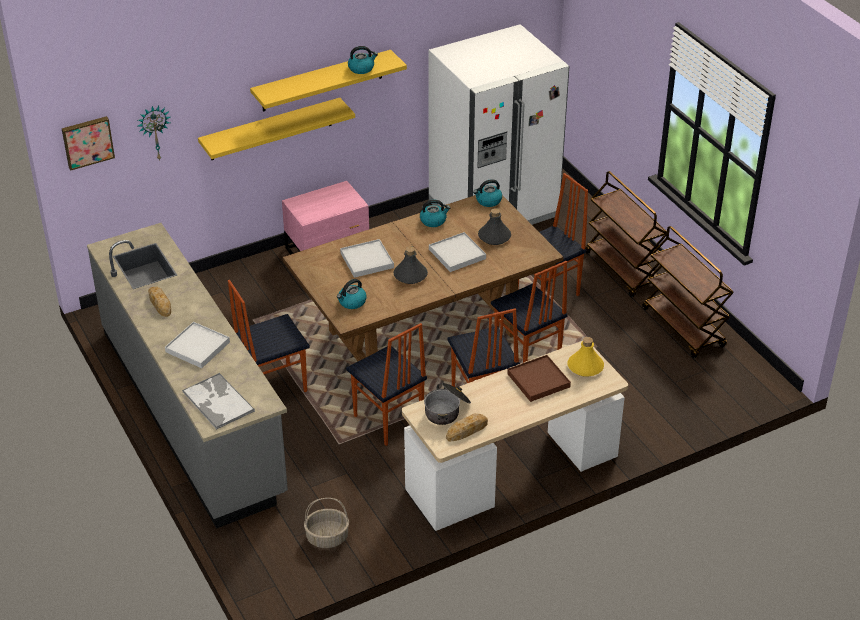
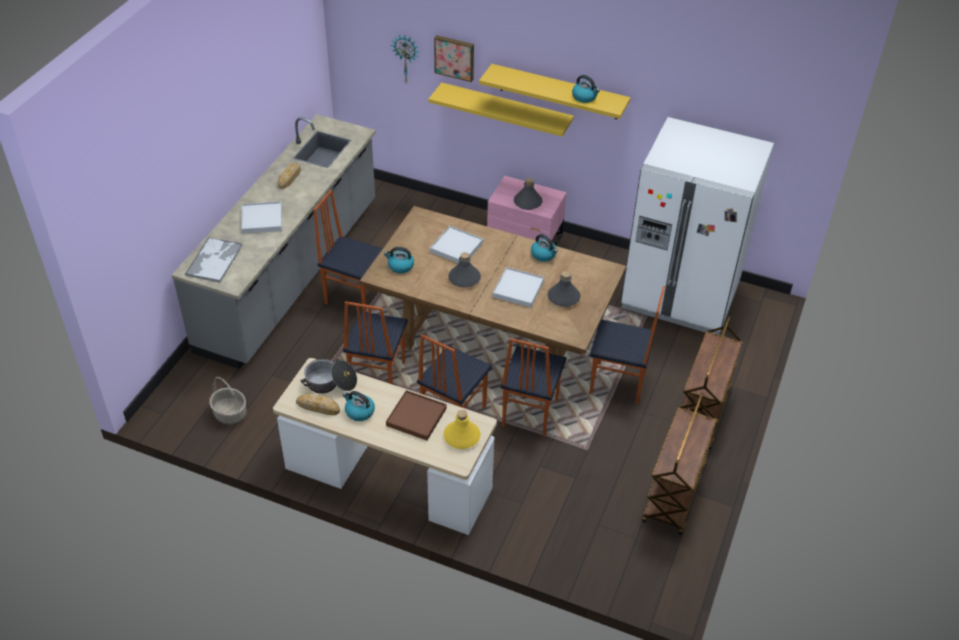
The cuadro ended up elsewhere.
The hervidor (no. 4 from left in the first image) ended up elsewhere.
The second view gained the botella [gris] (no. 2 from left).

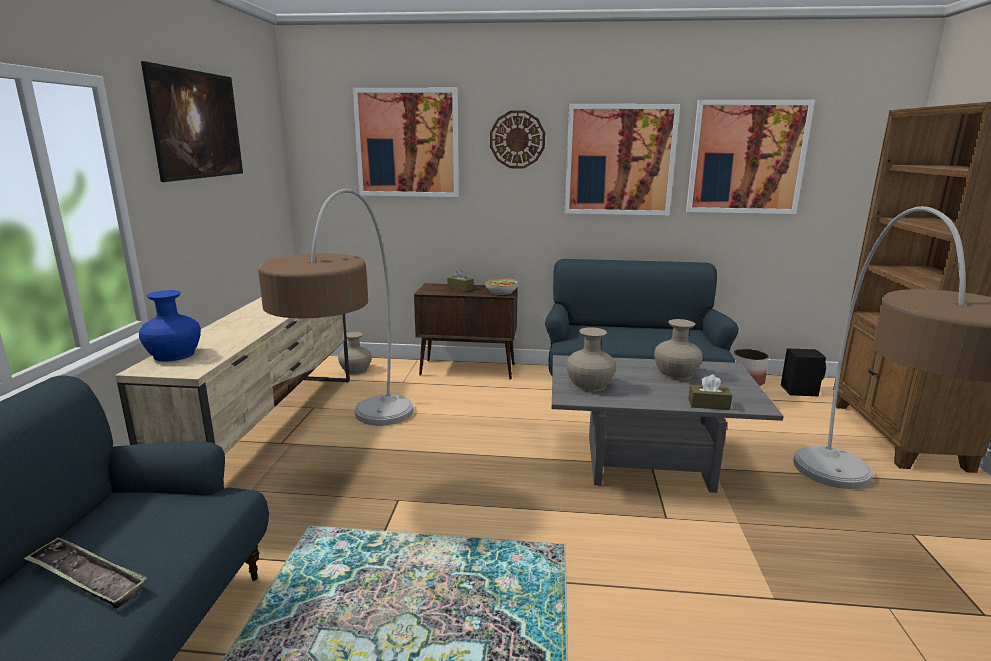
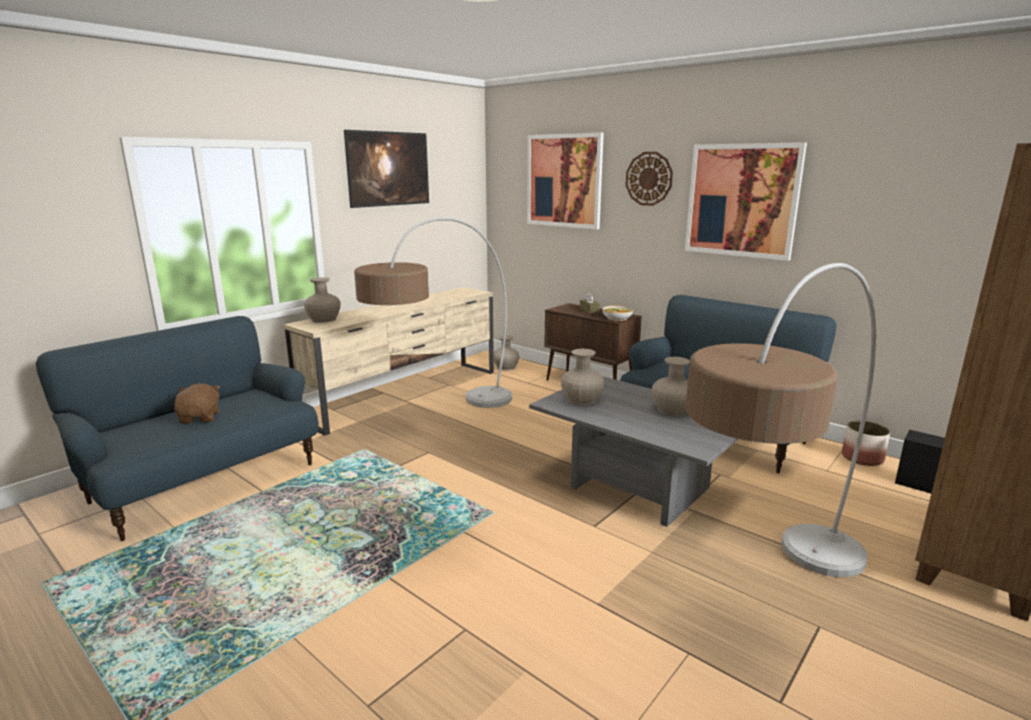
The second view lost the cuadro (no. 4 from left).
What was the florero [azul] turned into the florero [beis] (no. 1 from left).
The second view lost the caja de pañuelos [marrón] (no. 2 from left).
Where the bandeja stood, the peluche [marrón] came to stand.

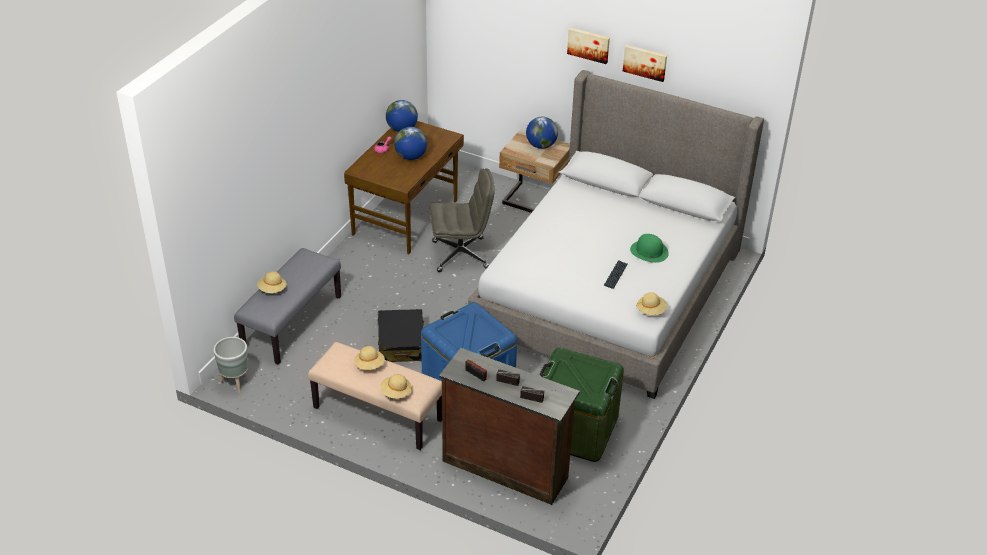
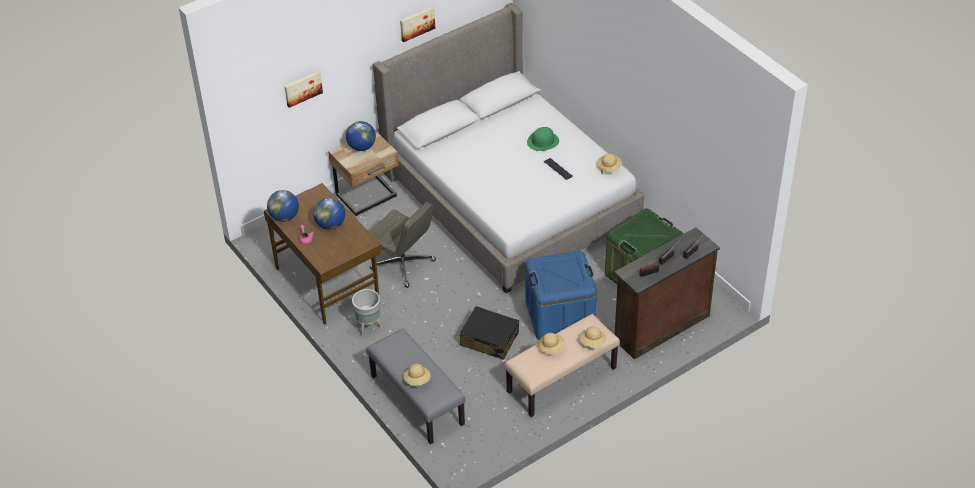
The cuadro (no. 1 from left) ended up elsewhere.
The silla de oficina [gris] ended up facing another way, 105 degrees clockwise from before.
The maceta [gris] ended up elsewhere.

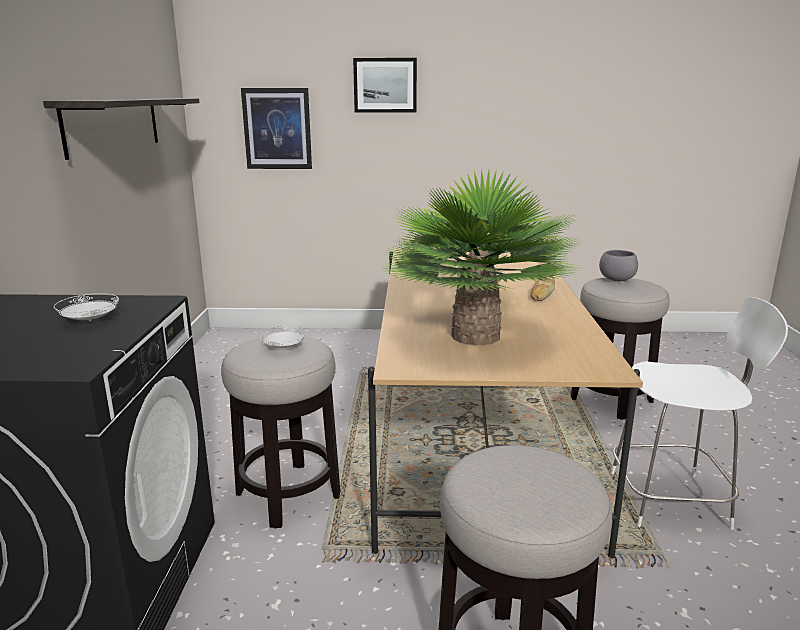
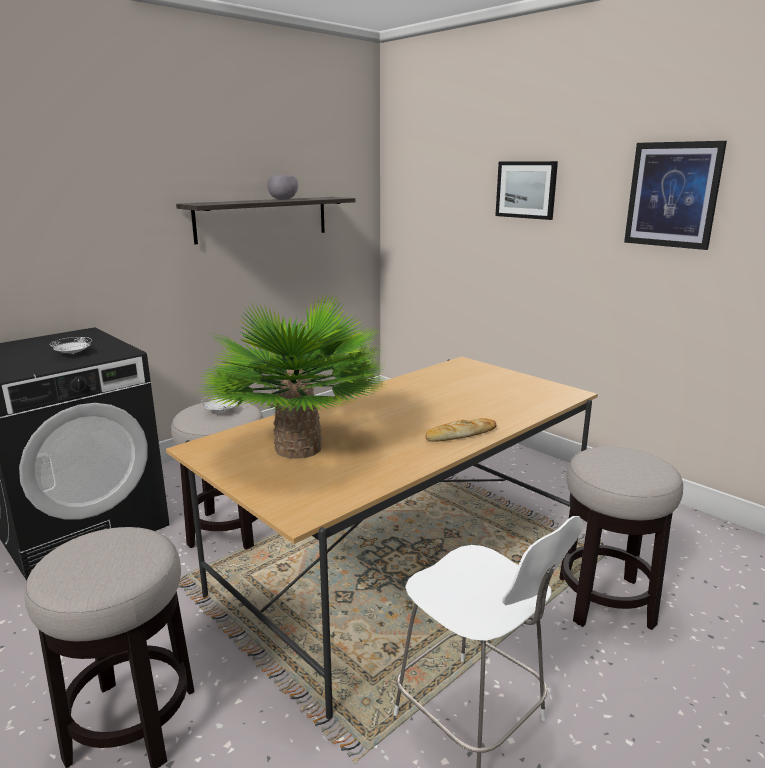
The cuadro (no. 1 from left in the first image) ended up elsewhere.
The cuenco [gris] ended up elsewhere.

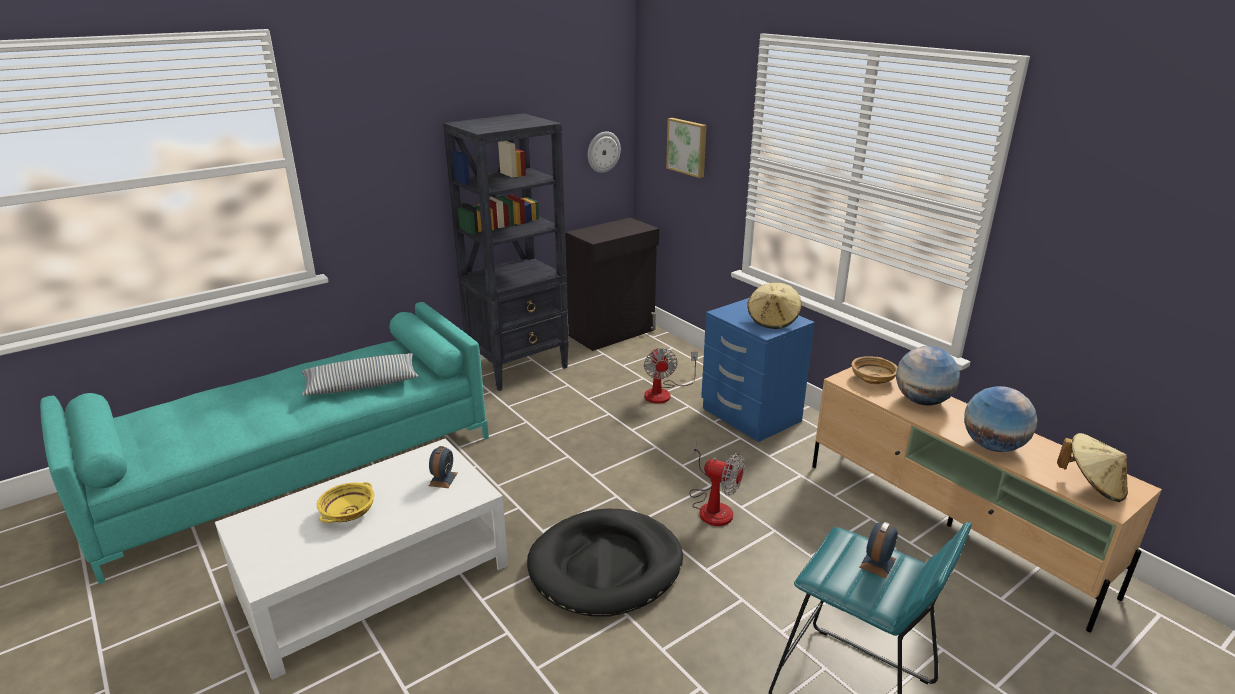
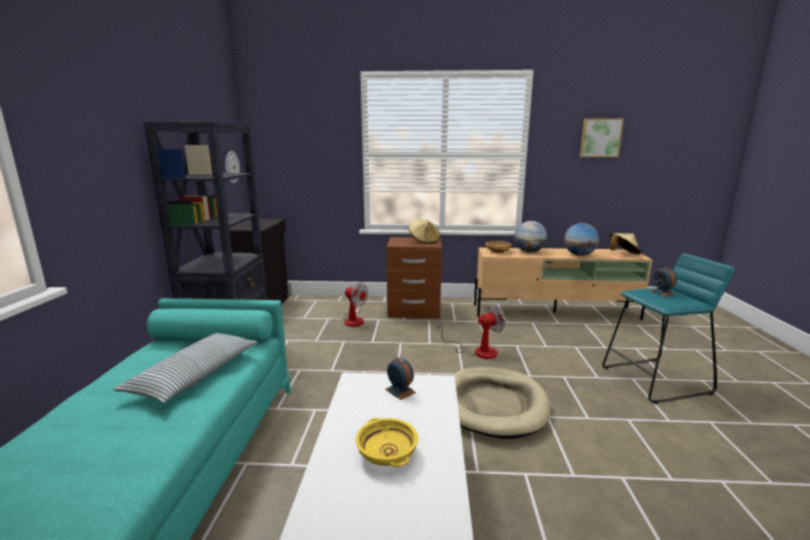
The cuadro ended up elsewhere.
What was the mesita de noche [azul] turned into the mesita de noche [marrón].
What was the cama para perro [negro] turned into the cama para perro [beis].

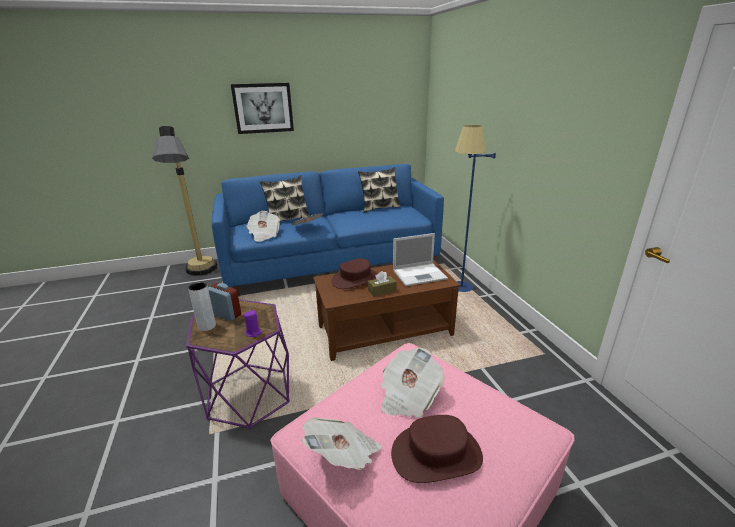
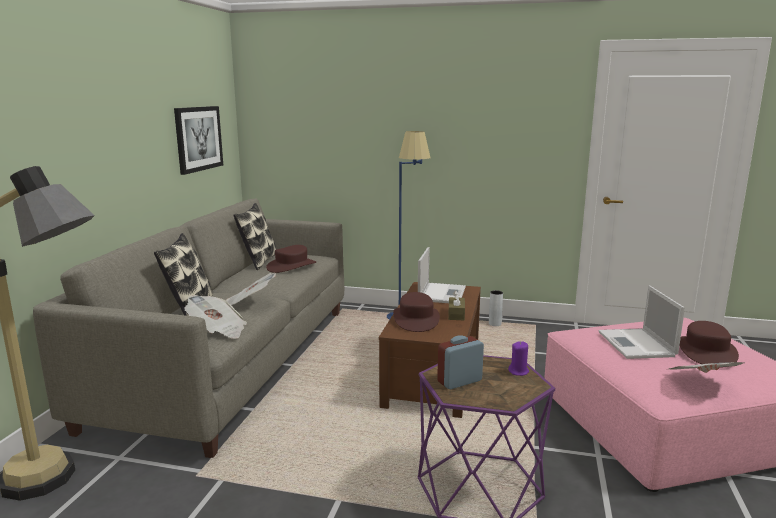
The cuadro ended up elsewhere.
What was the sofá [azul] turned into the sofá [gris].
The florero [gris] ended up elsewhere.
Where the periódico (no. 4 from left) stood, the portátil (no. 2 from left) came to stand.
The second view gained the sombrero [marrón] (no. 1 from left).

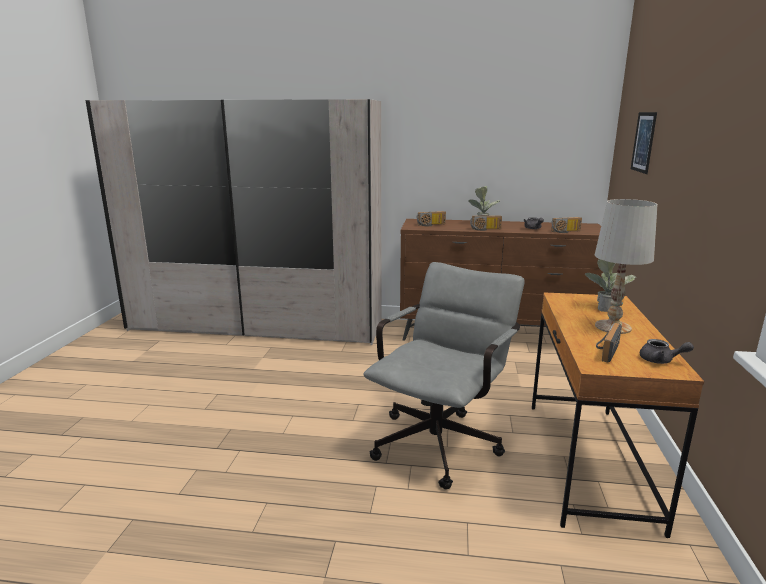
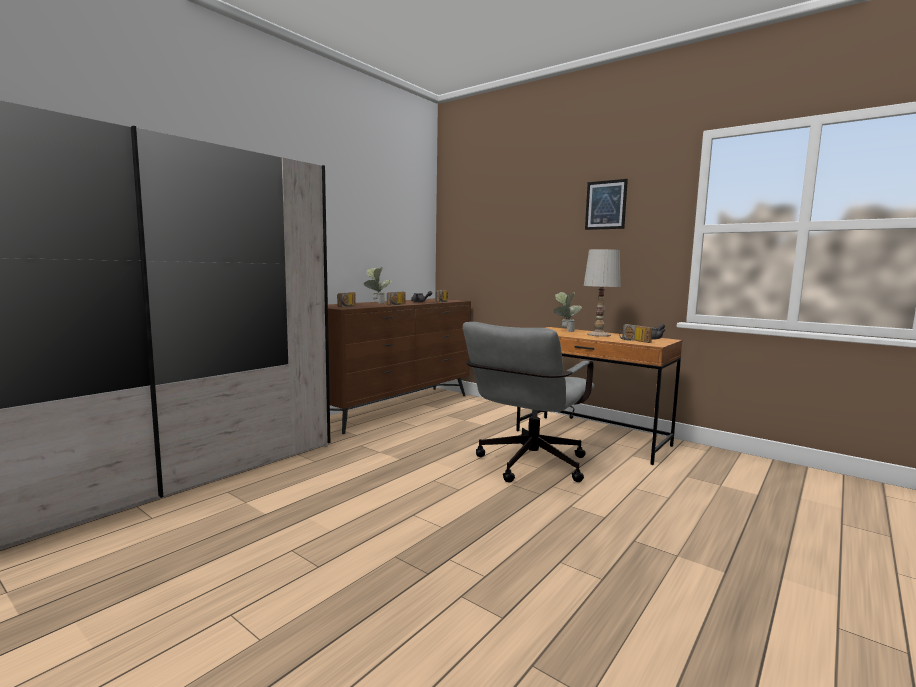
The cuadro ended up elsewhere.
The silla de oficina [gris] ended up facing another way, 120 degrees counterclockwise from before.

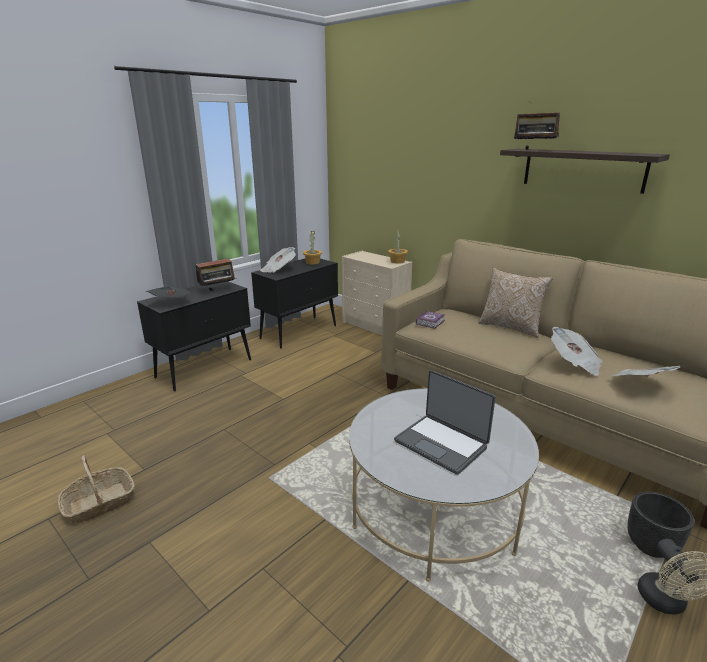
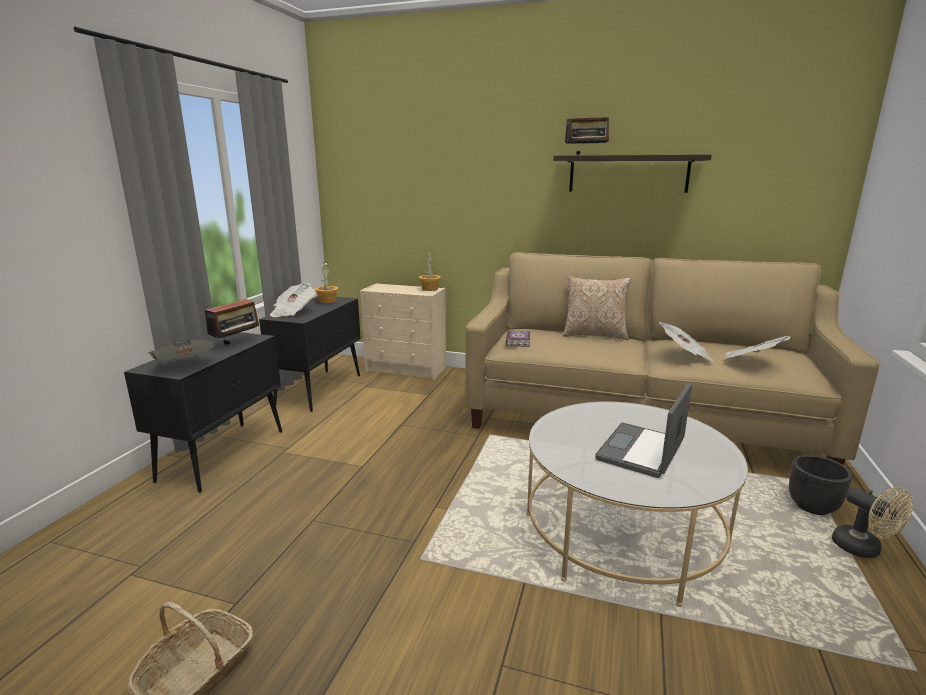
The portátil ended up facing another way, 105 degrees clockwise from before.

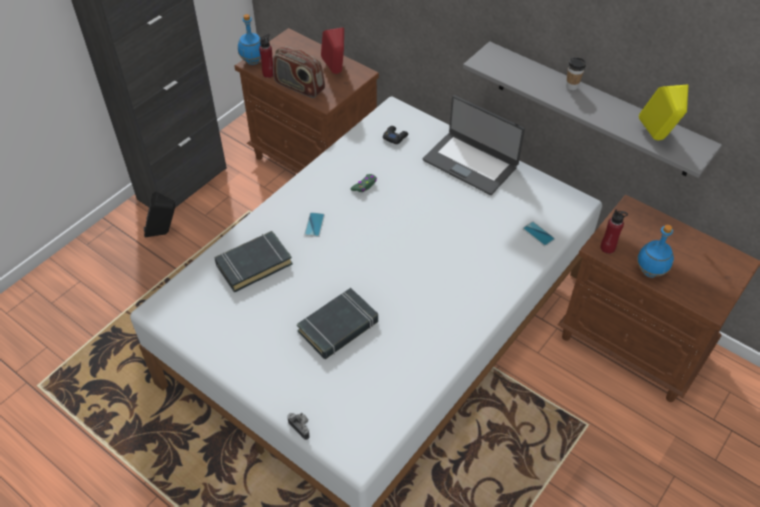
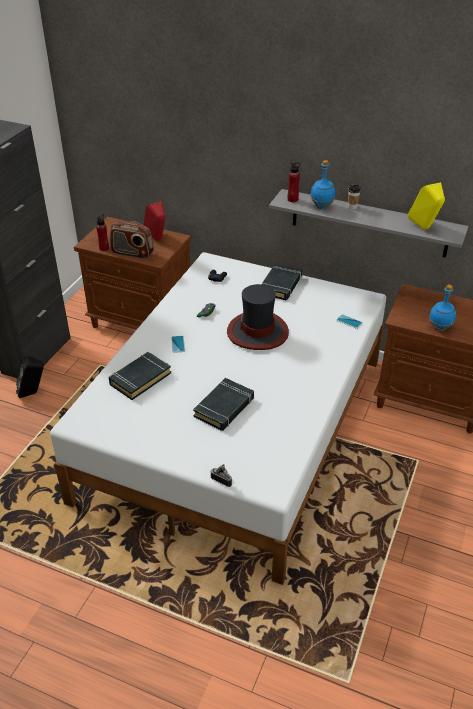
The botella [azul] (no. 1 from left) ended up elsewhere.
Where the portátil stood, the libro [negro] (no. 3 from left) came to stand.
The botella [rojo] (no. 2 from left) ended up elsewhere.
The second view gained the sombrero.

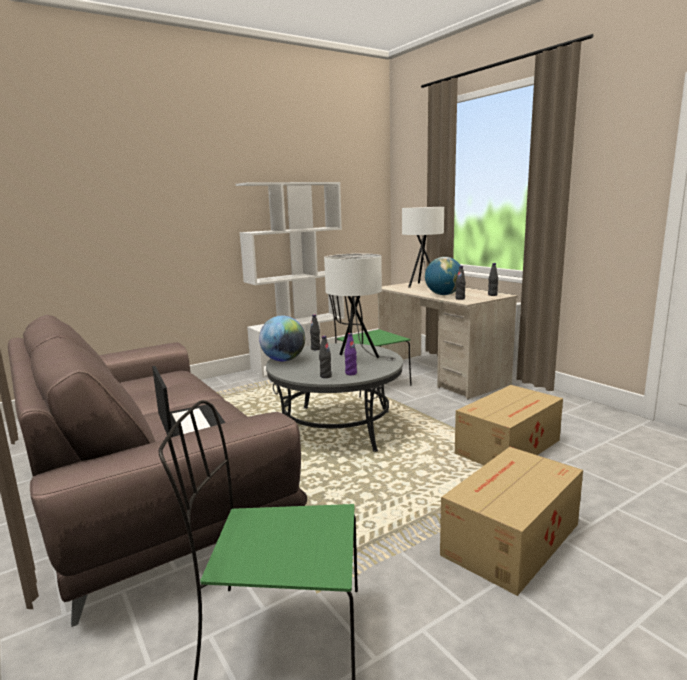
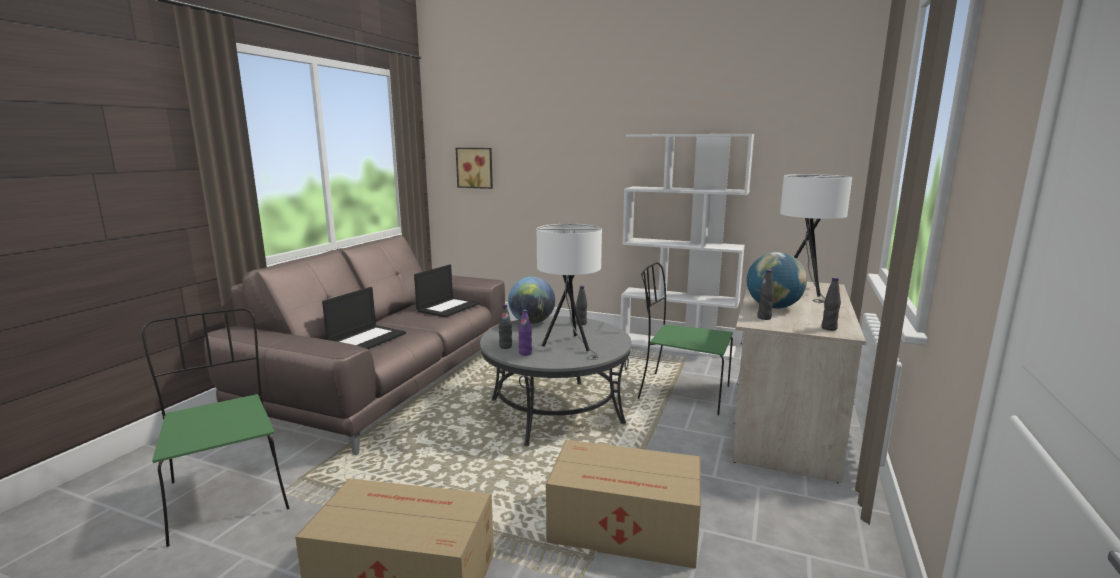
The second view gained the cuadro.
The second view gained the portátil (no. 2 from left).

